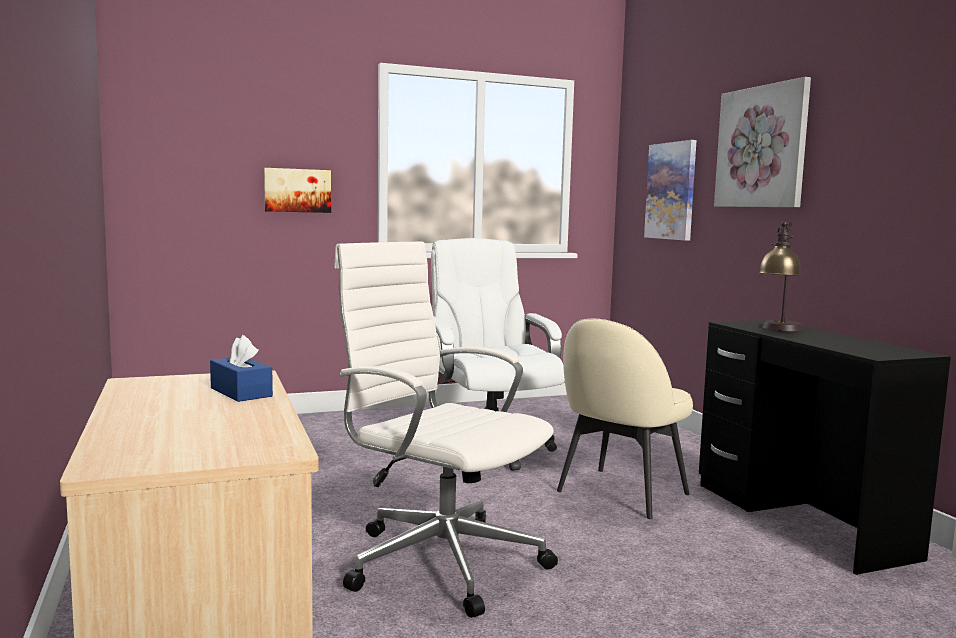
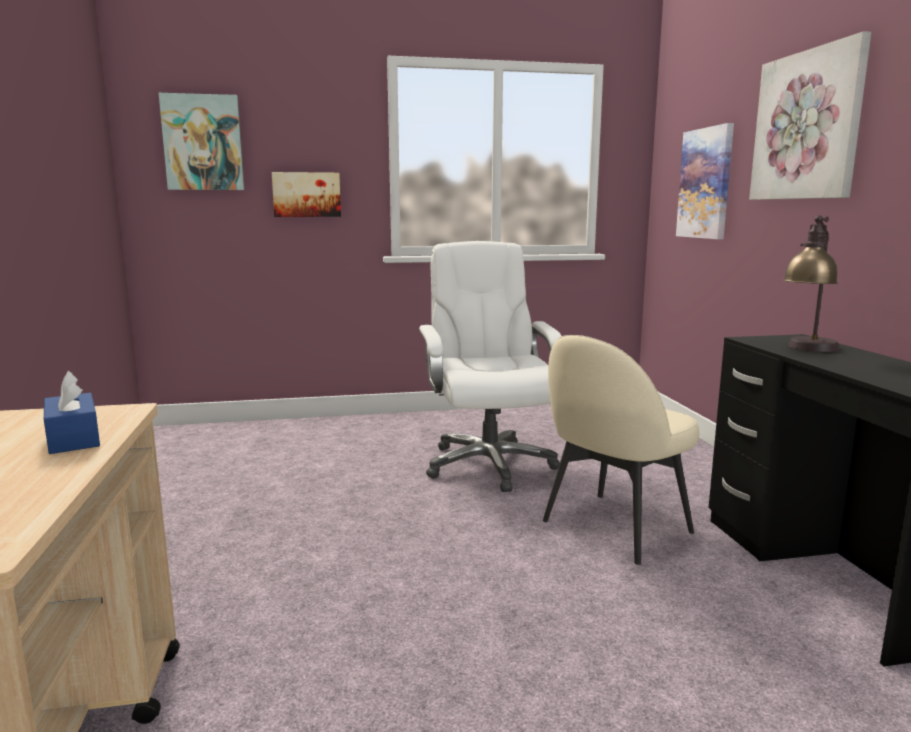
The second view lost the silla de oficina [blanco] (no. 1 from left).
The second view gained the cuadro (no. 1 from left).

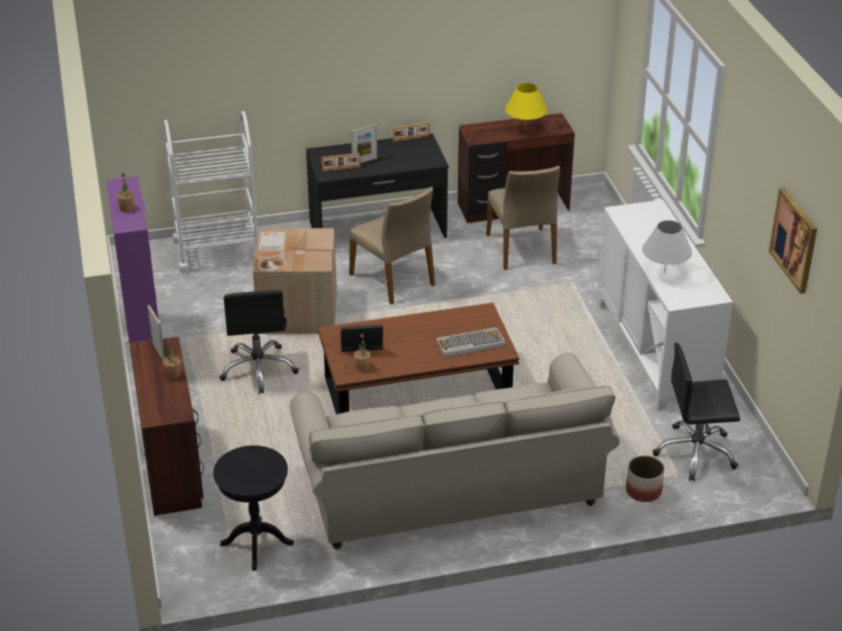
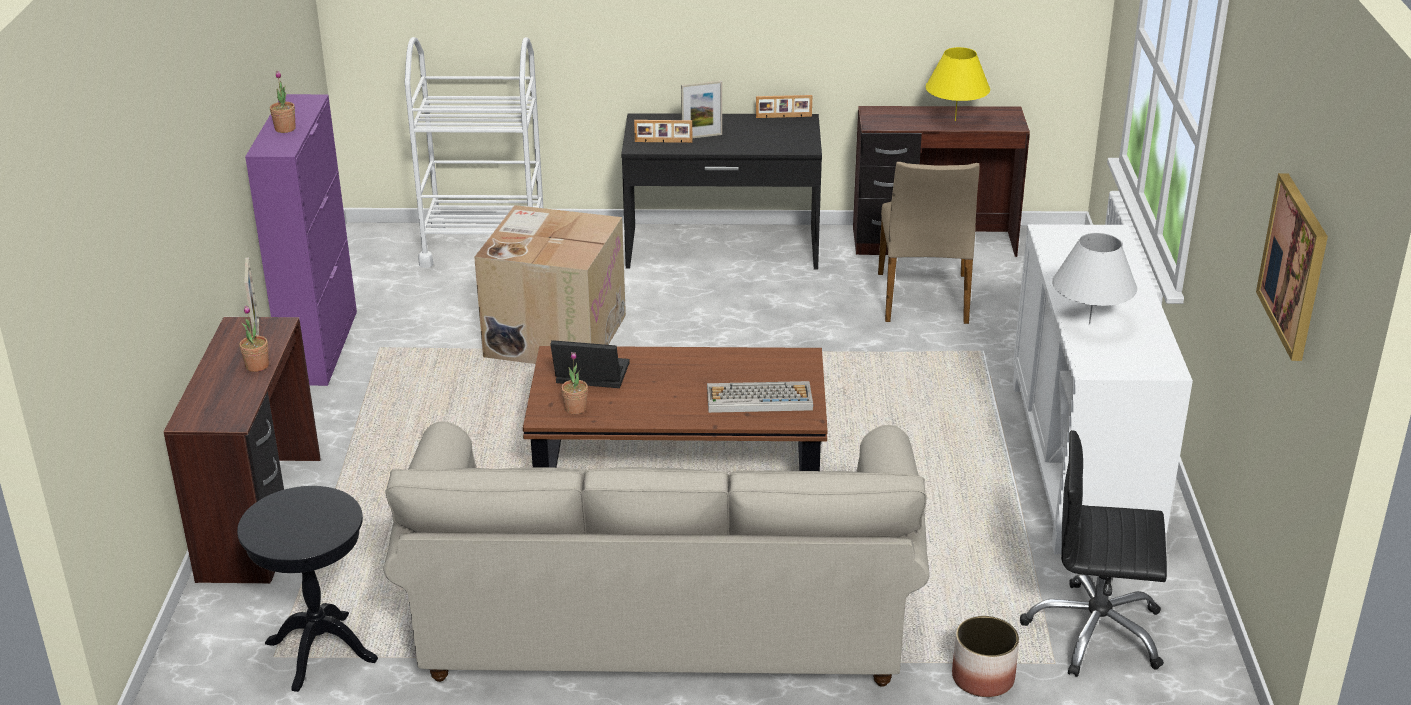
The second view lost the silla [beis] (no. 1 from left).
The second view lost the silla de oficina [negro] (no. 1 from left).

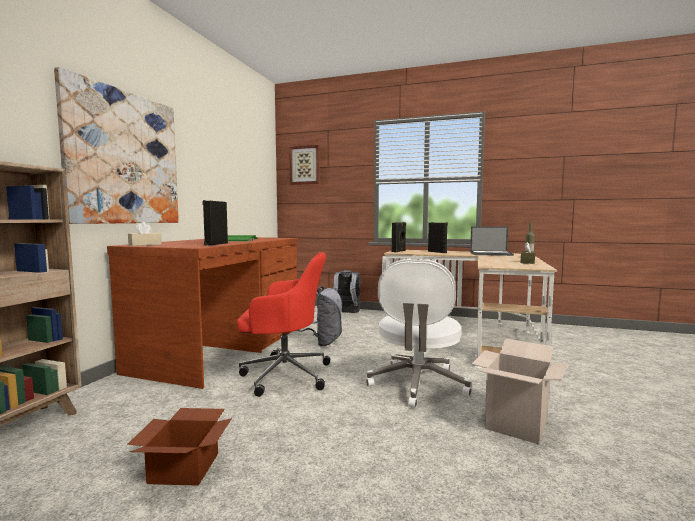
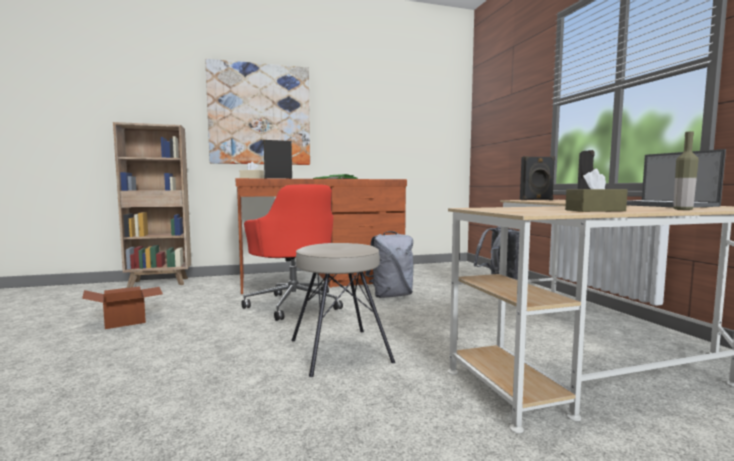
The second view lost the cuadro (no. 2 from left).
Where the silla de oficina [blanco] stood, the taburete [beis] came to stand.
The second view lost the caja de cartón (no. 2 from left).

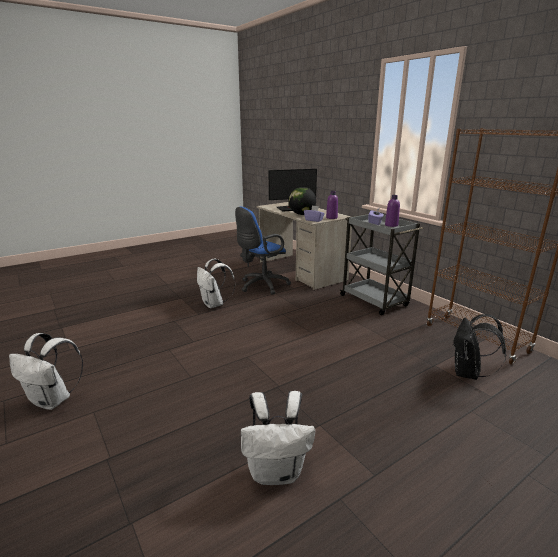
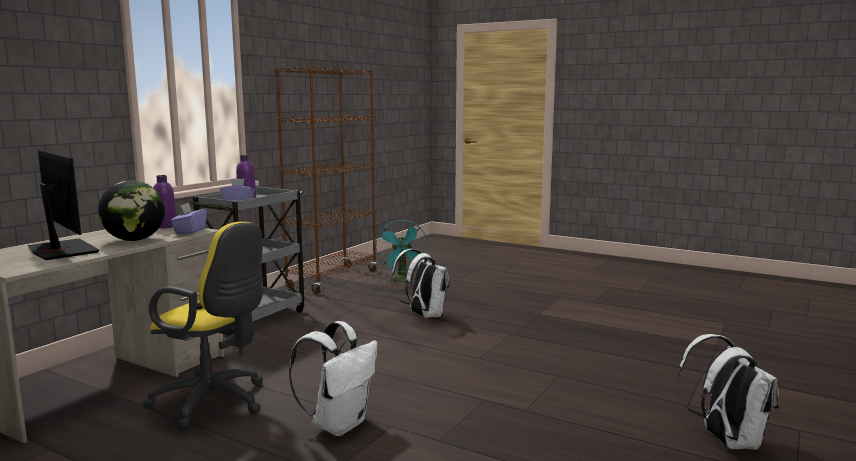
What was the silla de oficina [azul] turned into the silla de oficina [amarillo].
Where the mochila [negro] stood, the ventilador [turquesa] came to stand.
The mochila [blanco] (no. 3 from left in the first image) ended up elsewhere.

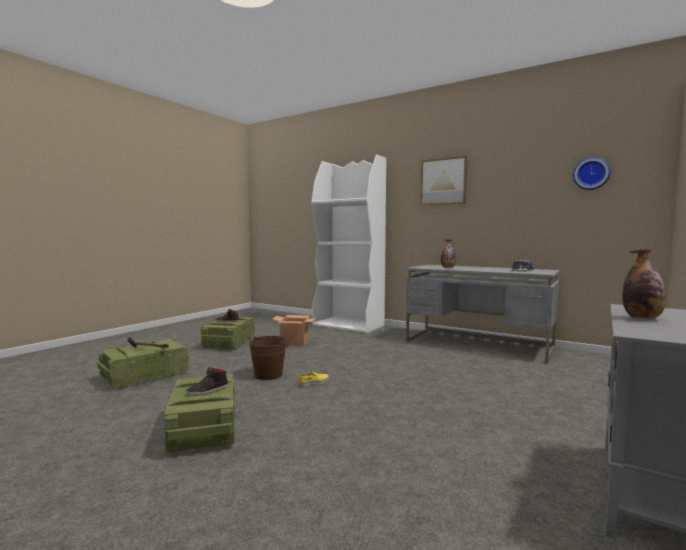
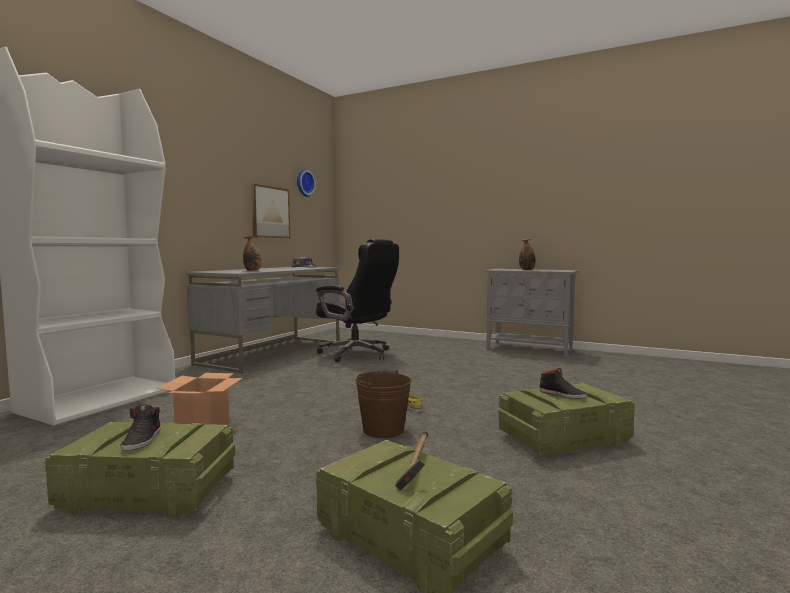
The cuadro ended up elsewhere.
The second view gained the silla de oficina [negro].

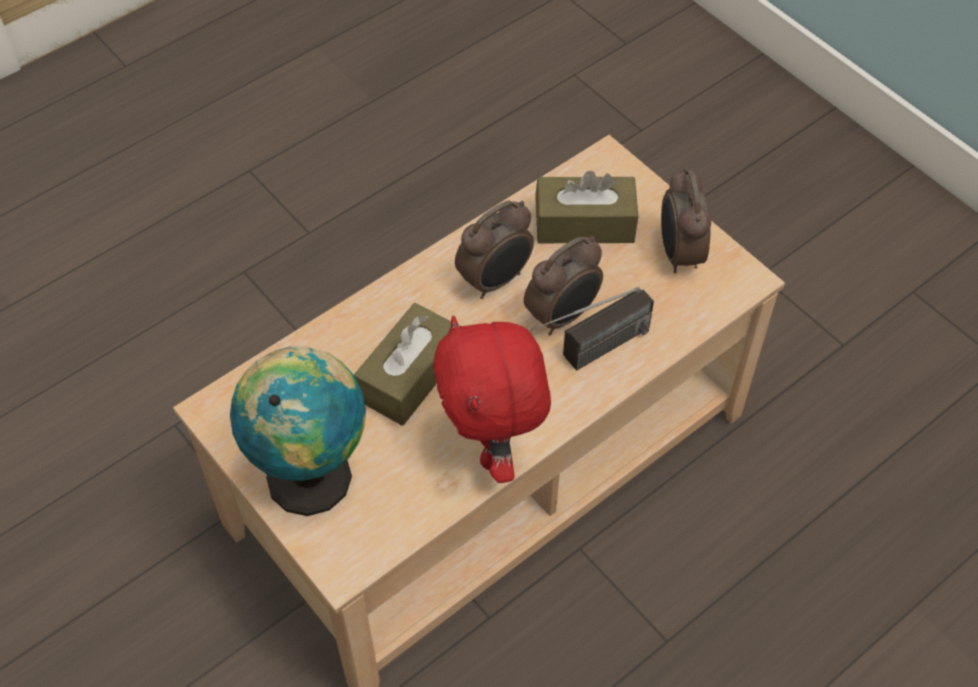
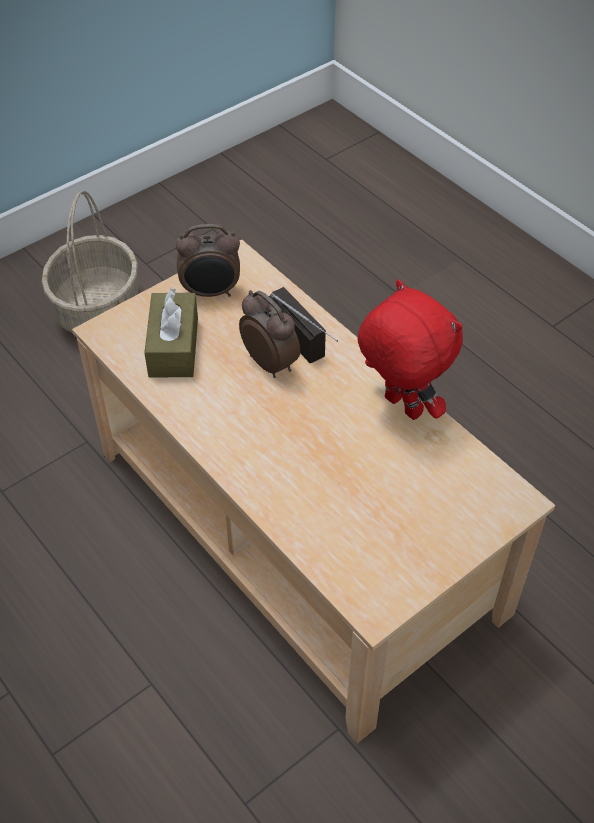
The second view lost the despertador (no. 1 from left).
The second view lost the caja de pañuelos [marrón] (no. 1 from left).
The peluche [rojo] ended up facing another way, 120 degrees counterclockwise from before.
The second view lost the globo terráqueo.
The second view gained the cesta.

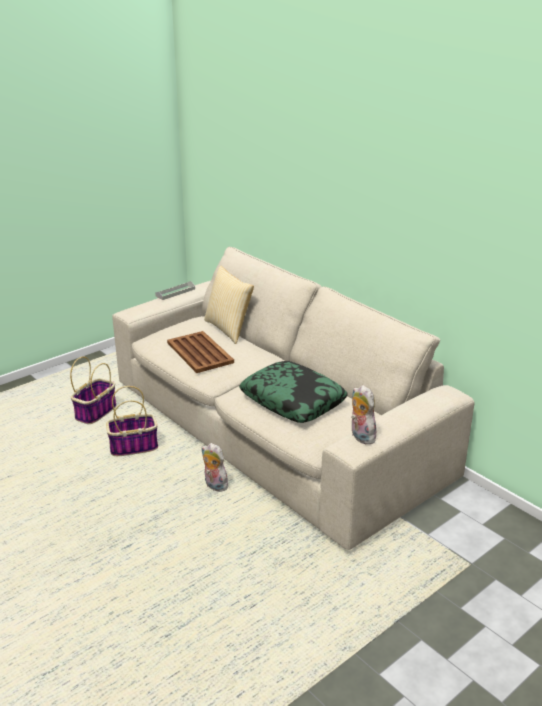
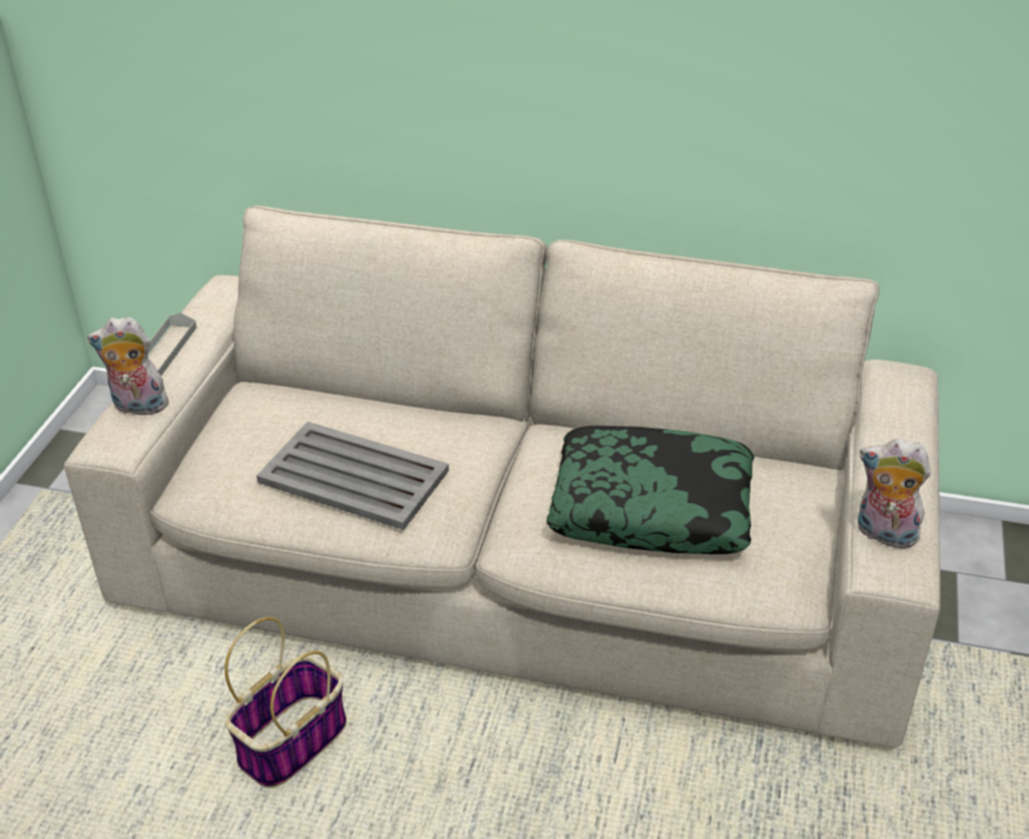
The second view lost the cojín (no. 1 from left).
What was the bandeja [marrón] turned into the bandeja [gris] (no. 2 from left).
The second view lost the cesta (no. 1 from left).
The peluche (no. 1 from left) ended up elsewhere.

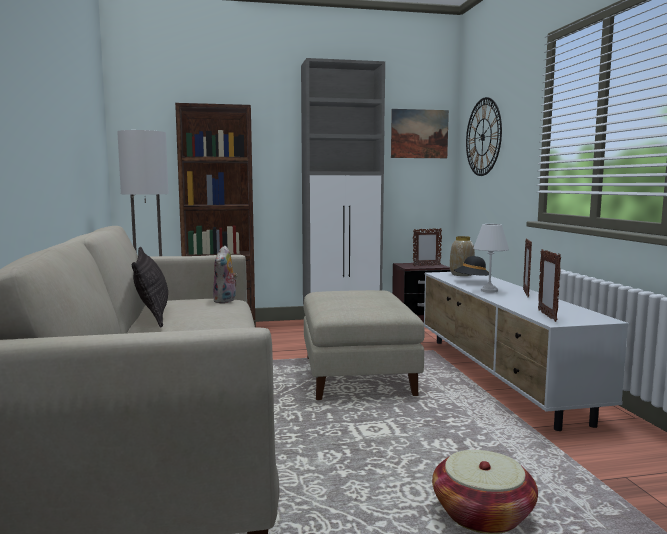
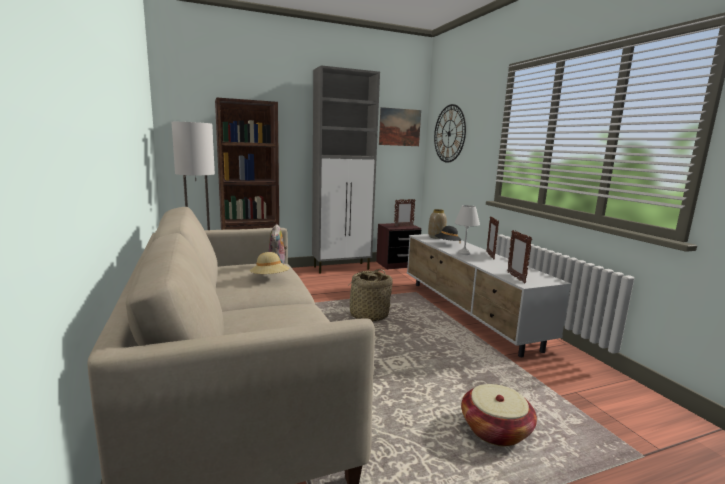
The second view lost the cojín.
Where the puf [beis] stood, the cesta (no. 1 from left) came to stand.
The second view gained the sombrero [beis].

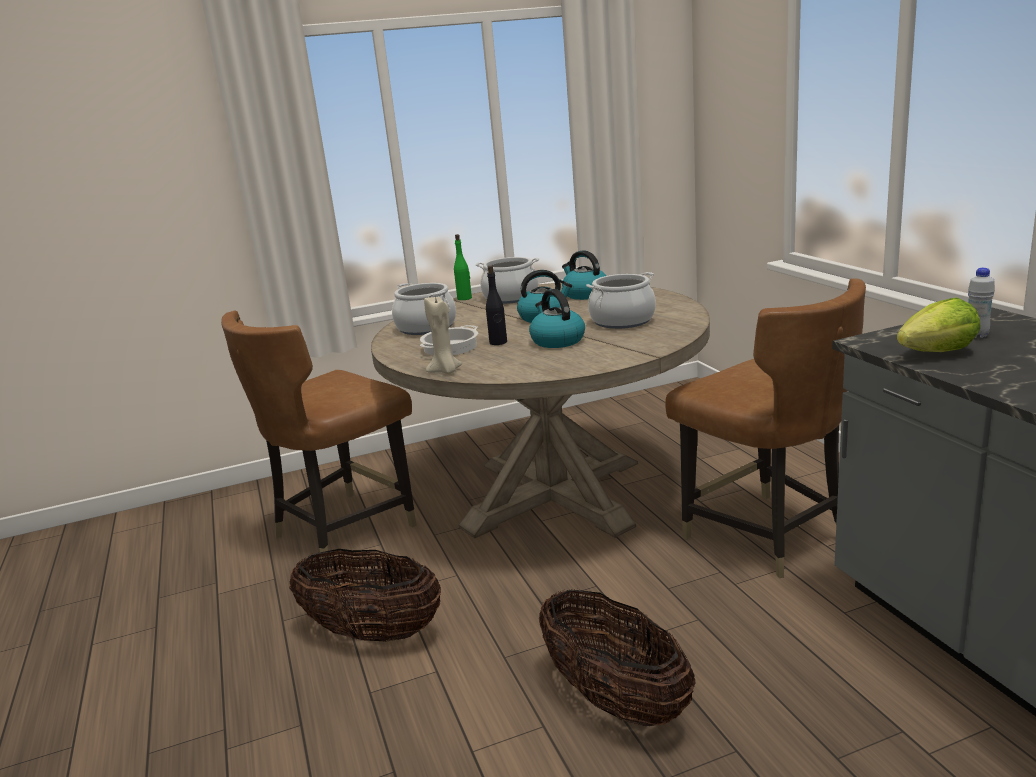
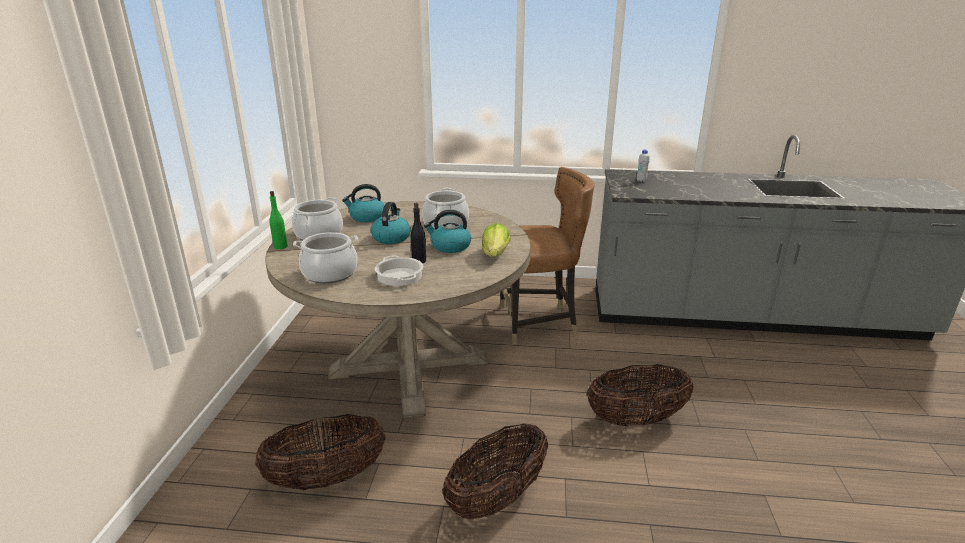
The second view lost the vela [beis].
The lechuga ended up elsewhere.
Where the silla [marrón] (no. 1 from left) stood, the cesta (no. 1 from left) came to stand.

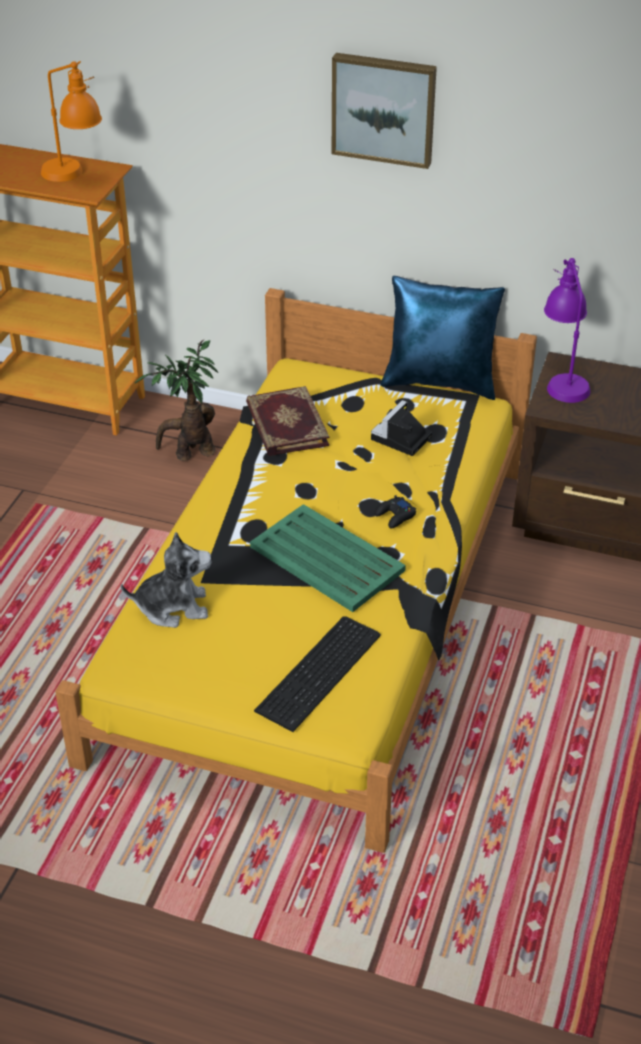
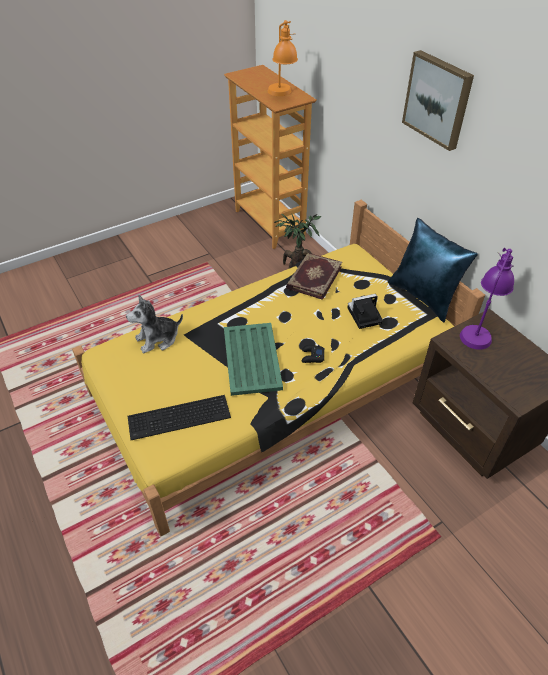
The peluche ended up facing another way, 120 degrees clockwise from before.

